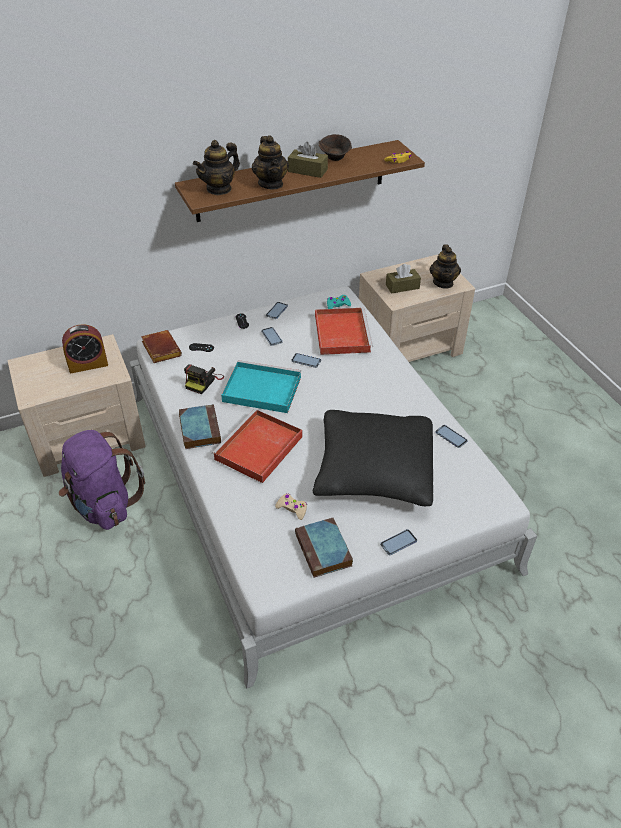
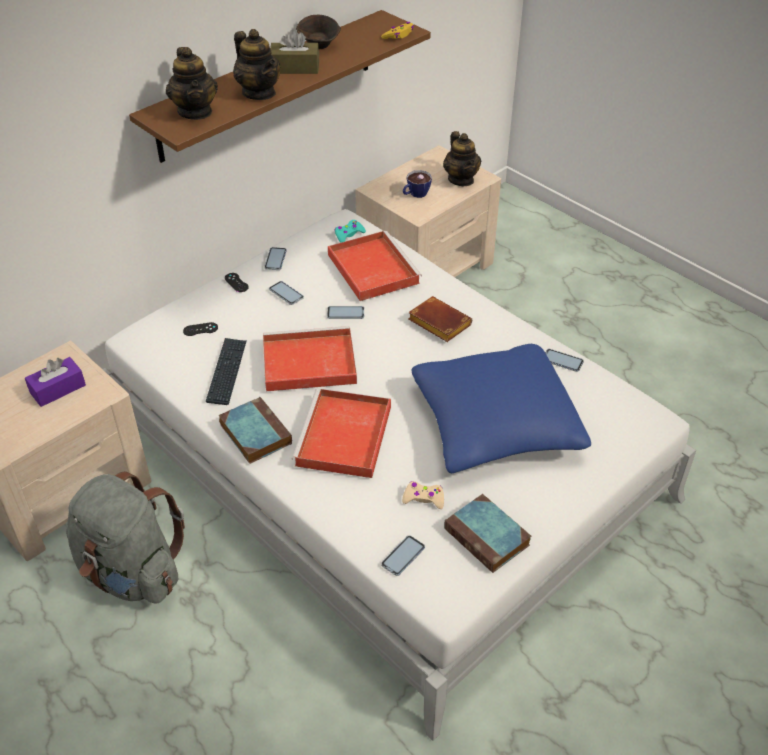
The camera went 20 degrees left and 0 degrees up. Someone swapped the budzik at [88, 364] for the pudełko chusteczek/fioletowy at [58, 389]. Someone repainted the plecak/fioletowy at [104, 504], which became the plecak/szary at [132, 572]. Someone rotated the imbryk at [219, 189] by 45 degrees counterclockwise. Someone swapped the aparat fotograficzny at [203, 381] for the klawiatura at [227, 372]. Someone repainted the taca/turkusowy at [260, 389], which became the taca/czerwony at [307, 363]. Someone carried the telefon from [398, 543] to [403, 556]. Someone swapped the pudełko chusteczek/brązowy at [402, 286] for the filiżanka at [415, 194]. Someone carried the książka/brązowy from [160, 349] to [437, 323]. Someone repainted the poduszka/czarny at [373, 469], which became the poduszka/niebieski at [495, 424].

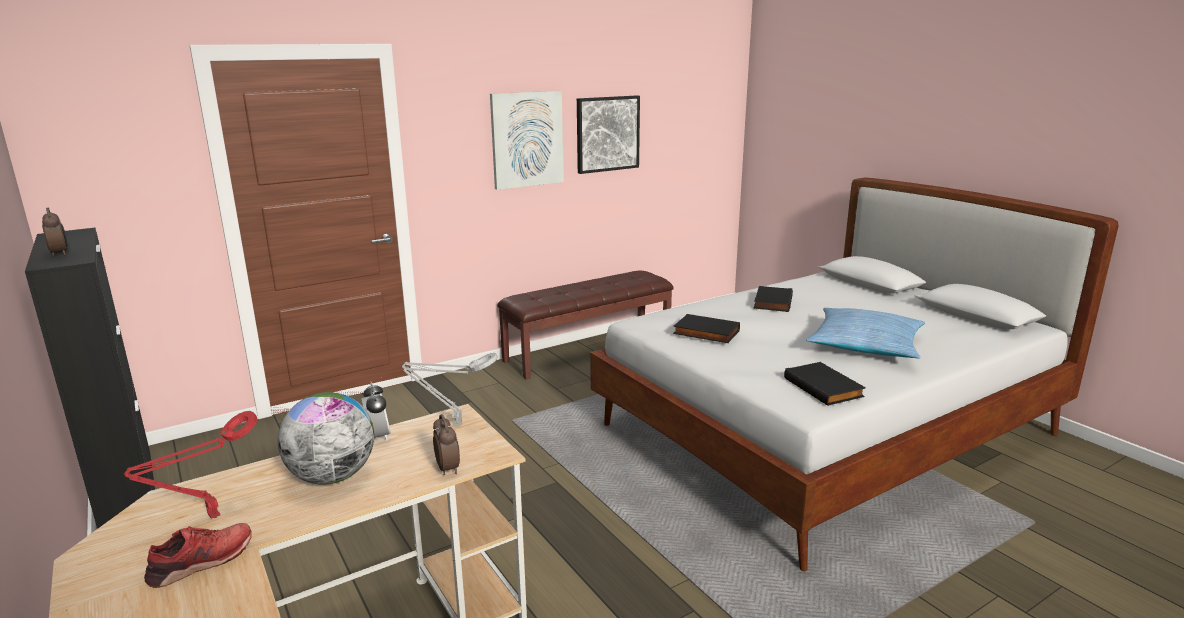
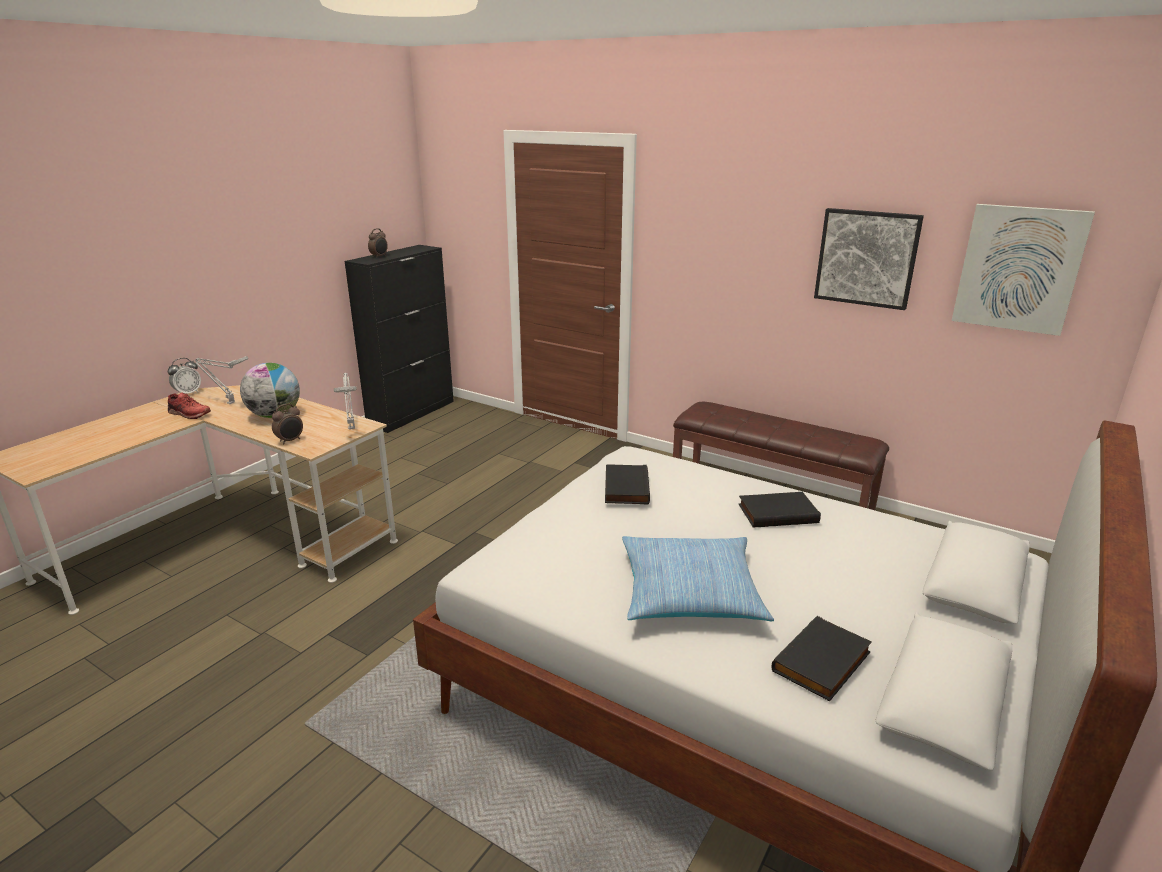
The camera went 65 degrees right and 5 degrees up. Someone carried the budzik from [378, 436] to [188, 393]. Someone repainted the lampa stołowa/czerwony at [210, 517], which became the lampa stołowa/szary at [229, 403]. Someone carried the książka/czarny from [824, 387] to [823, 663]. Someone carried the obraz from [527, 139] to [1018, 268].

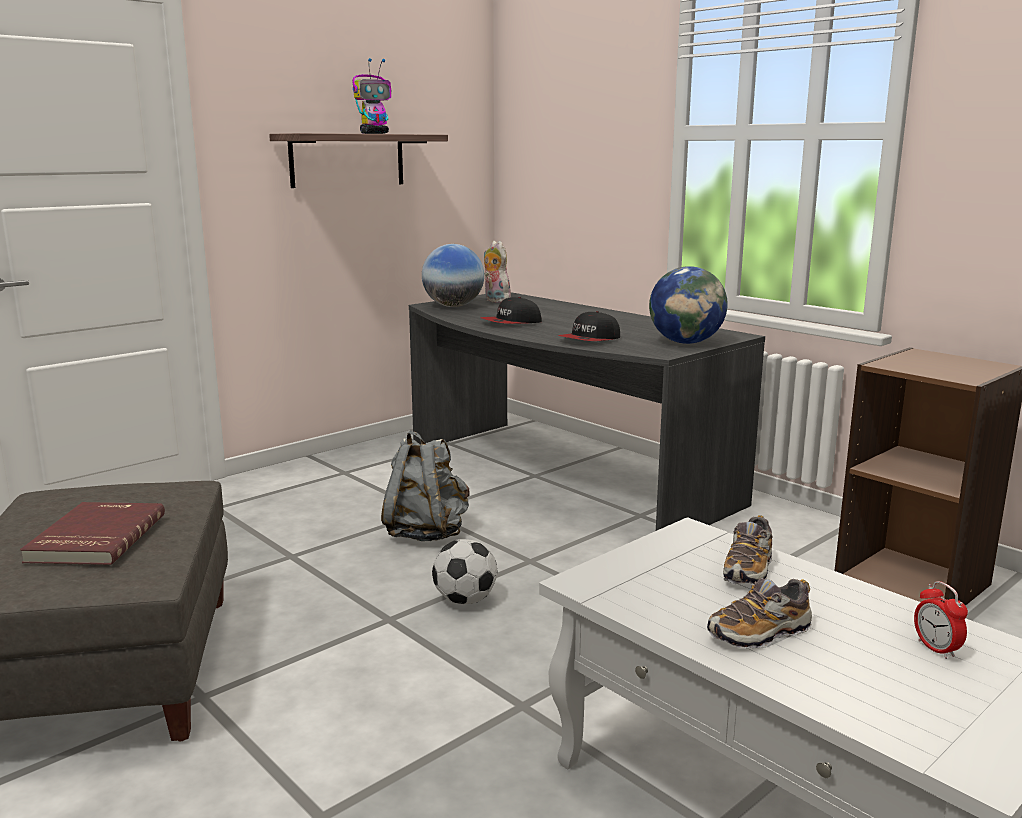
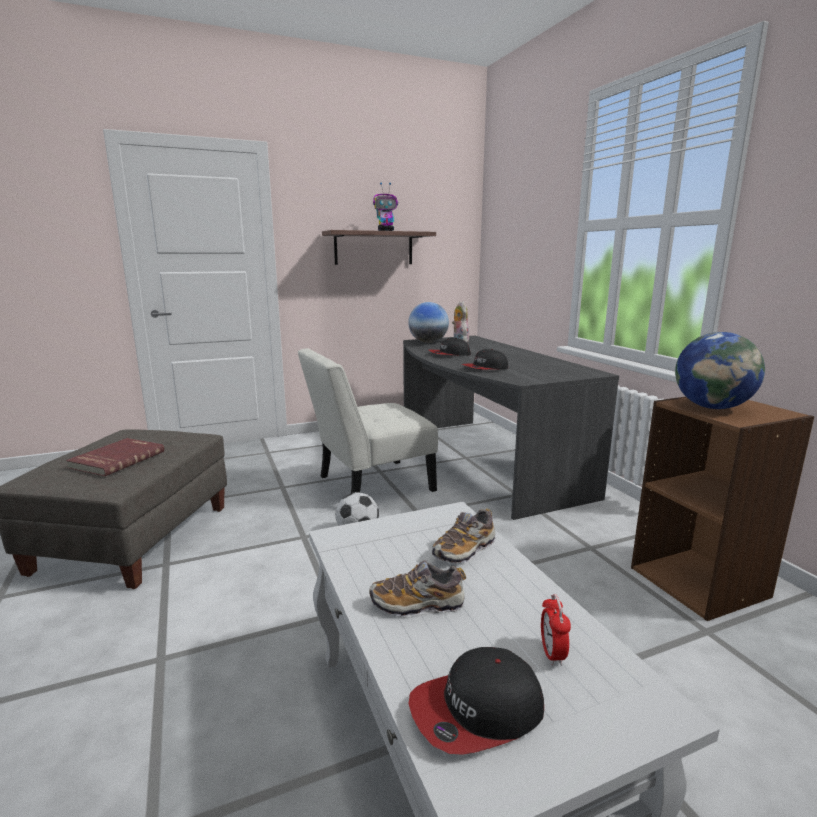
The camera went 20 degrees right and 0 degrees up. Someone swapped the plecak/szary at [426, 533] for the krzesło/biały at [369, 485]. Someone put down the czapka z daszkiem at [477, 711]. Someone carried the globus from [686, 342] to [712, 407].

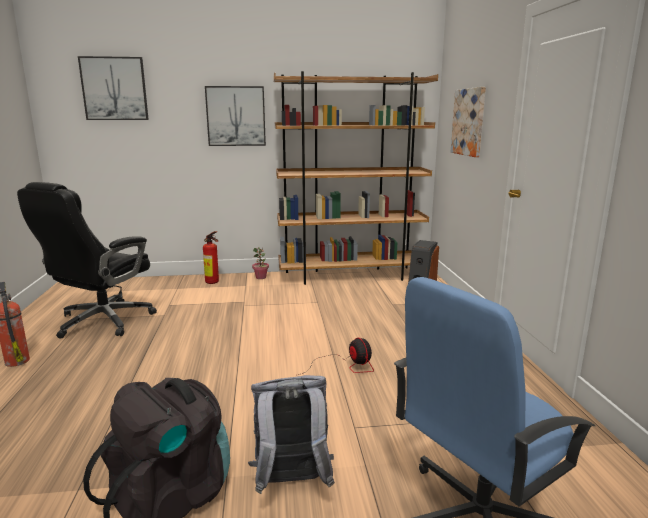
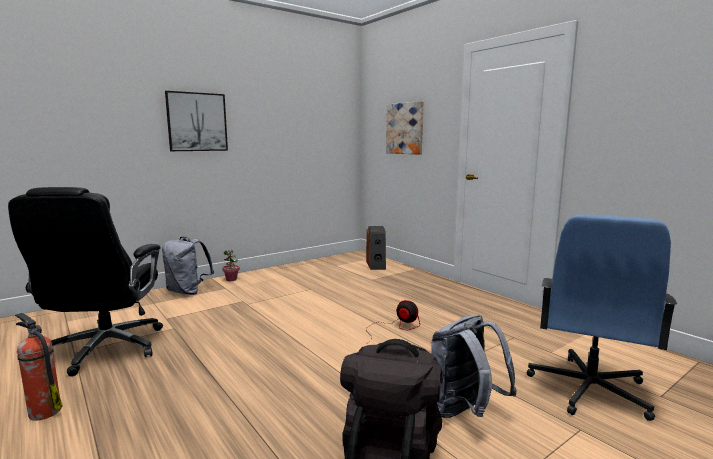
The camera went 30 degrees left and 5 degrees down. Someone swapped the gaśnica at [213, 283] for the plecak/szary at [188, 292]. Someone took away the obraz at [114, 89]. Someone took away the regał/brązowy at [351, 275].

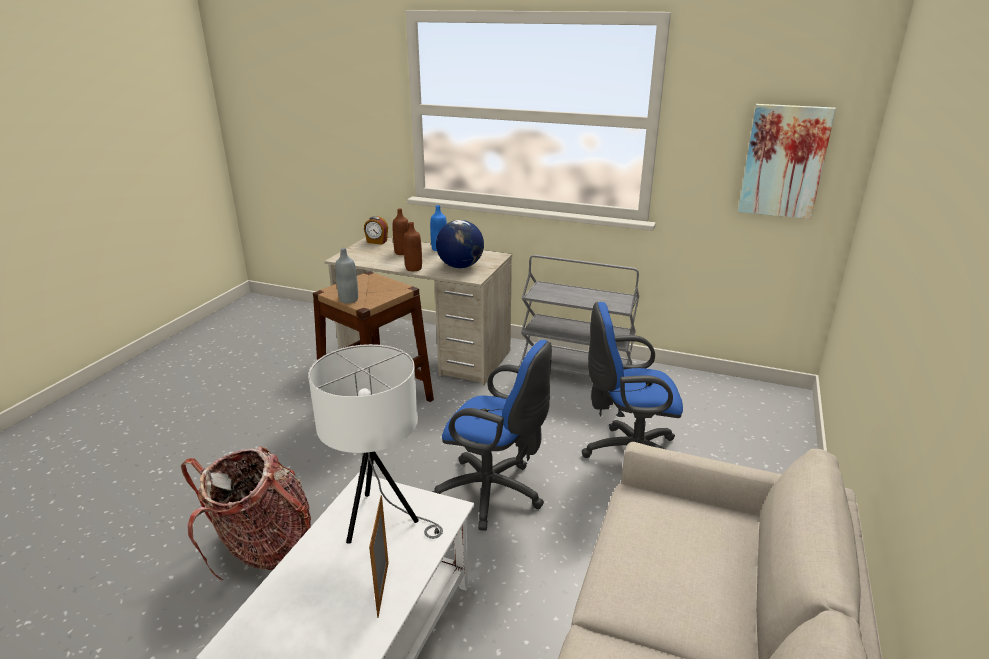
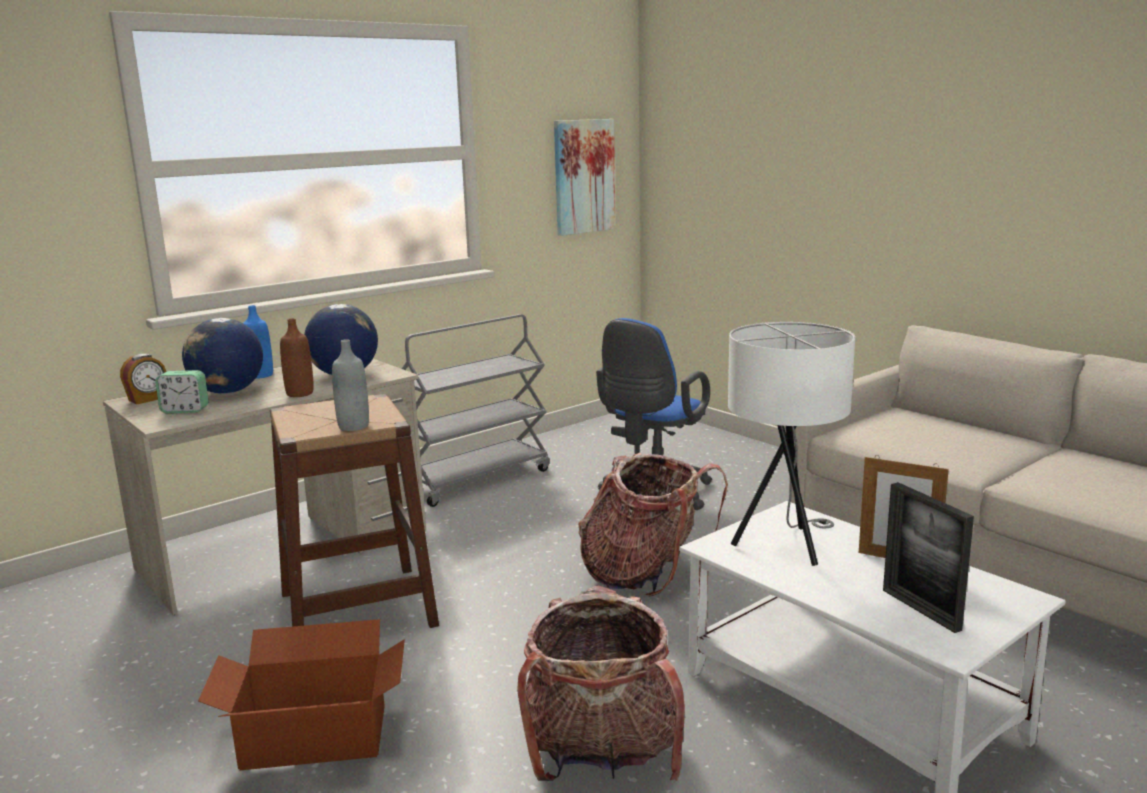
The camera went 60 degrees left and 10 degrees down. Someone put down the budzik at [185, 410]. Someone swapped the butelka/brązowy at [402, 252] for the globus at [227, 392]. Someone put down the karton at [314, 736]. Someone swapped the krzesło biurowe/niebieski at [494, 494] for the plecak at [645, 574]. Someone put down the ramka na zdjęcie at [920, 609].

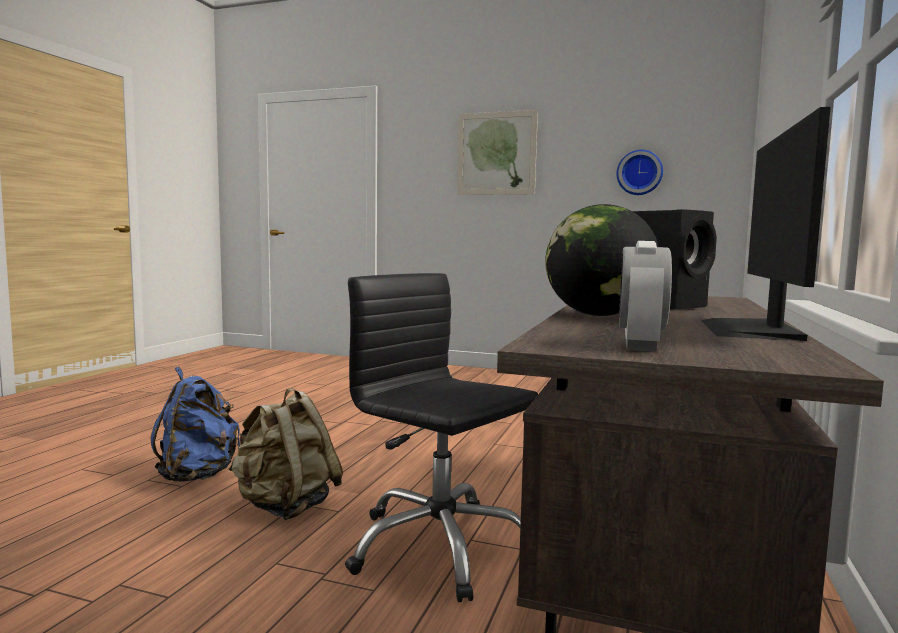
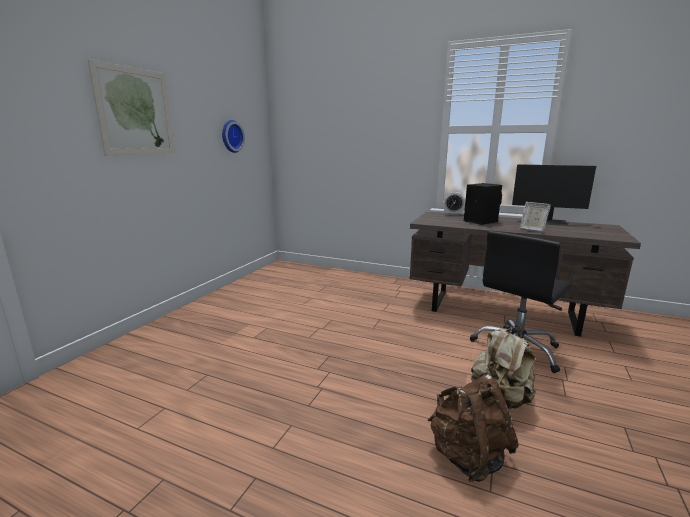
The camera went 85 degrees left and 10 degrees up. Someone repainted the plecak/niebieski at [197, 475], which became the plecak/brązowy at [467, 457]. Someone carried the budzik from [640, 346] to [453, 214]. Someone swapped the globus at [598, 315] for the ramka na zdjęcie at [532, 230].

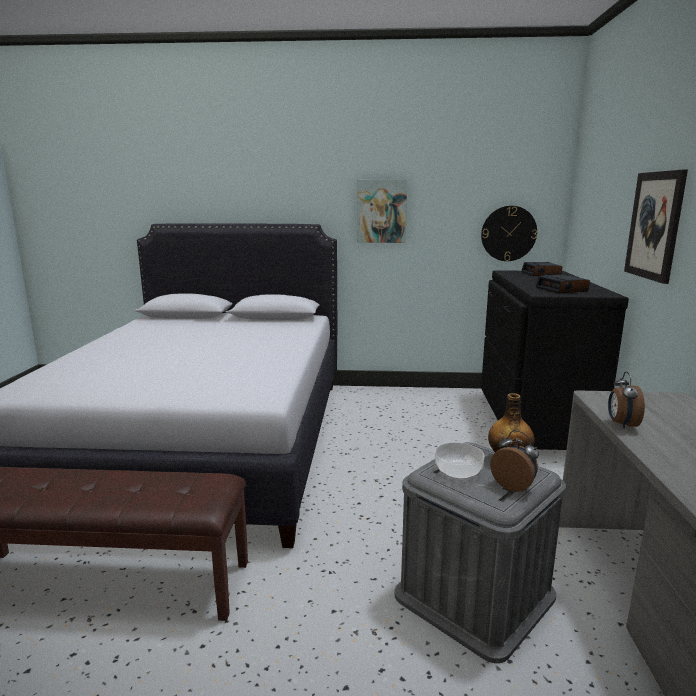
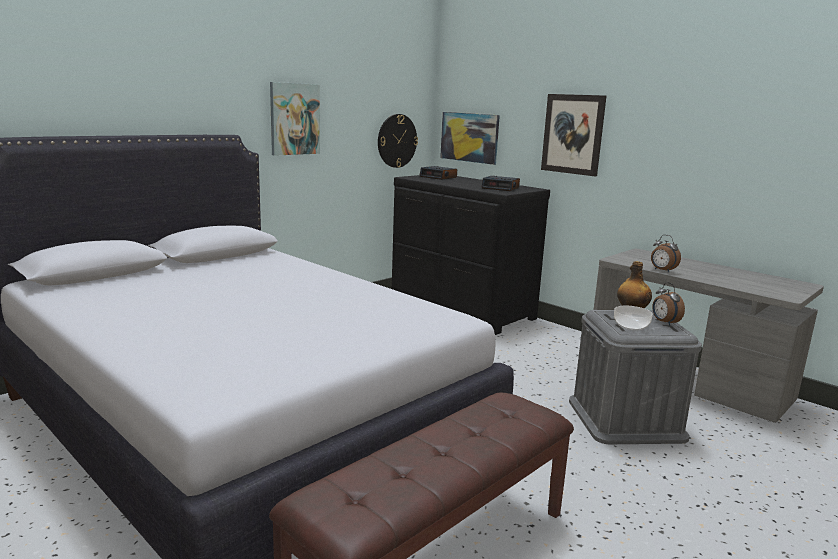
The camera went 50 degrees left and 0 degrees up. Someone put up the obraz at [469, 137]. Someone rotated the budzik at [514, 486] by 105 degrees counterclockwise.

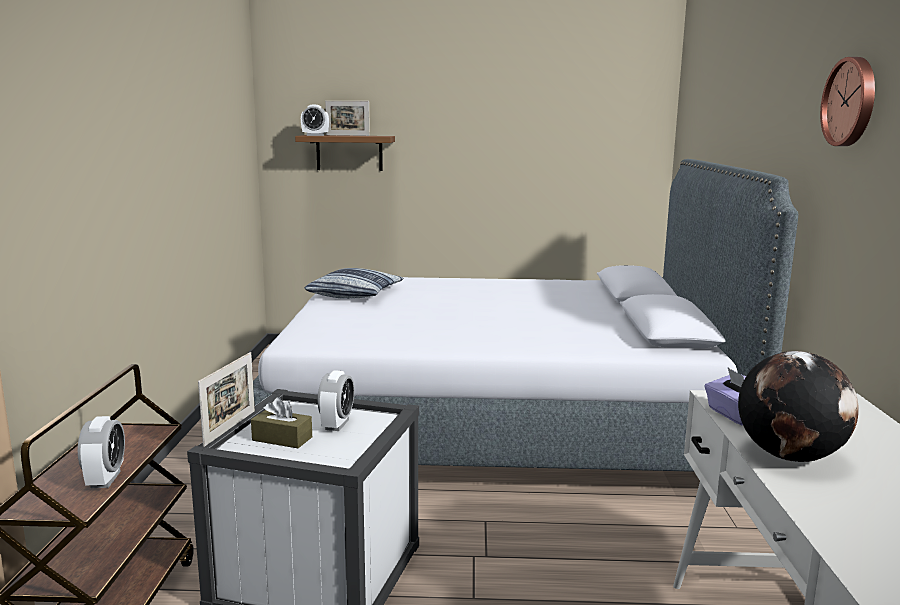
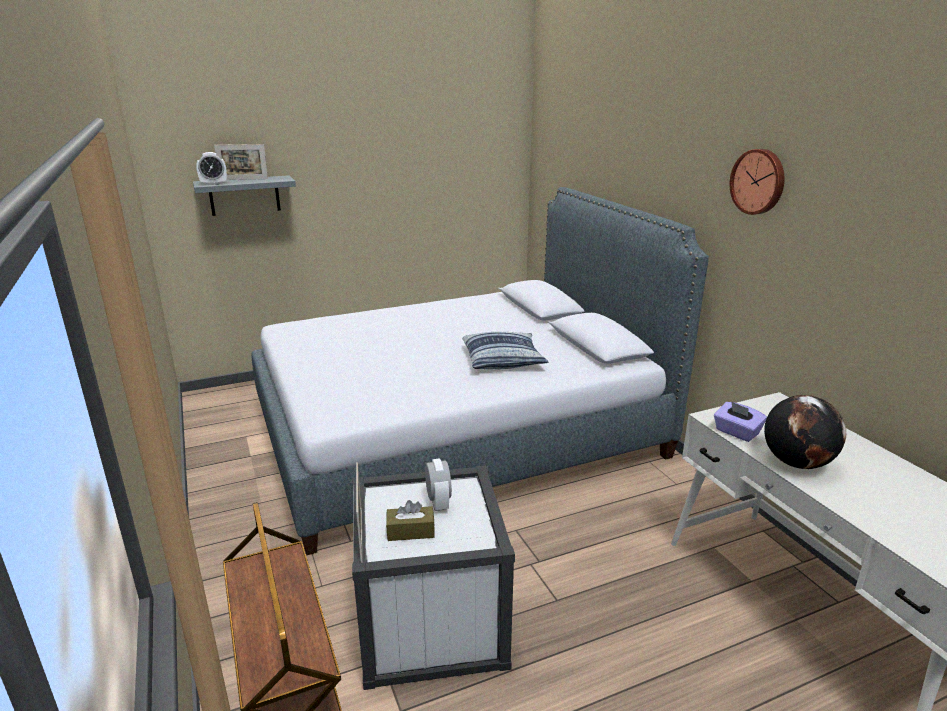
The camera went 25 degrees left and 10 degrees up. Someone repainted the półka/brązowy at [349, 153], which became the półka/szary at [244, 195]. Someone carried the poduszka from [355, 294] to [503, 359]. Someone took away the budzik at [105, 479].

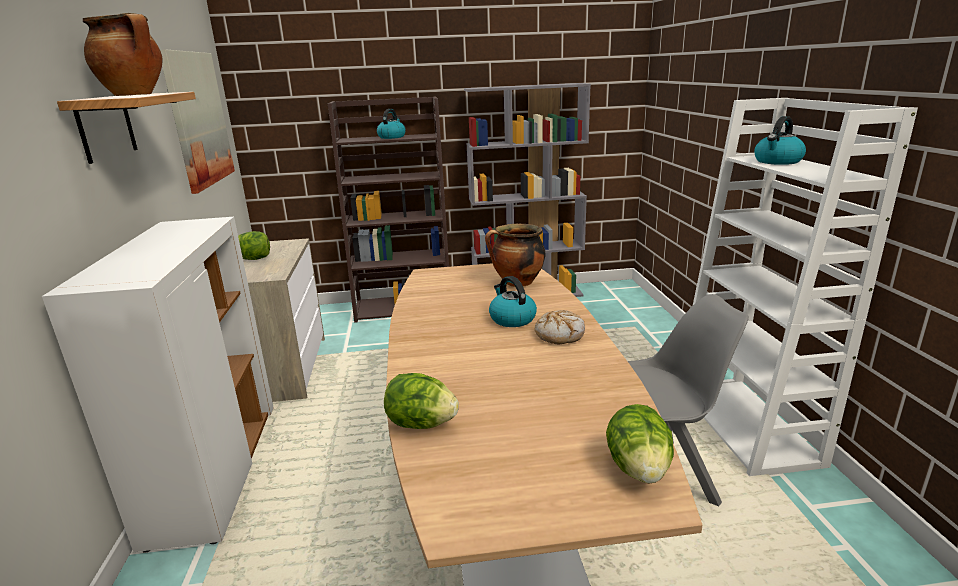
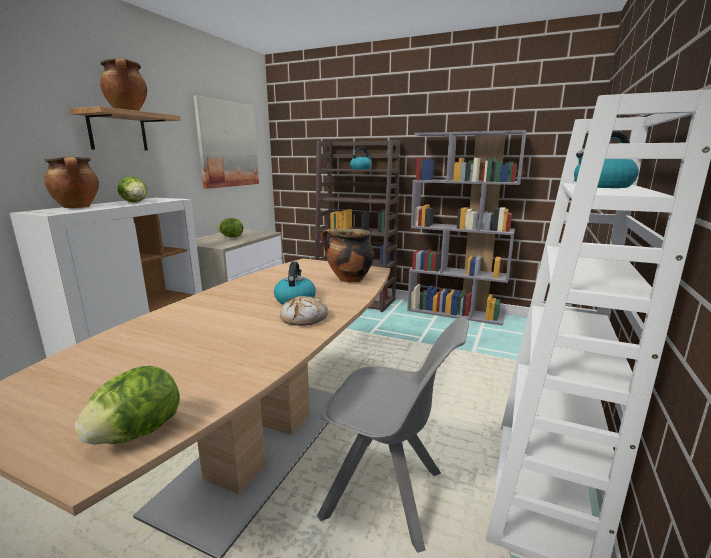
The camera went 30 degrees right and 5 degrees down. Someone put down the garnek at [78, 207]. Someone carried the sałata from [421, 424] to [135, 202].

